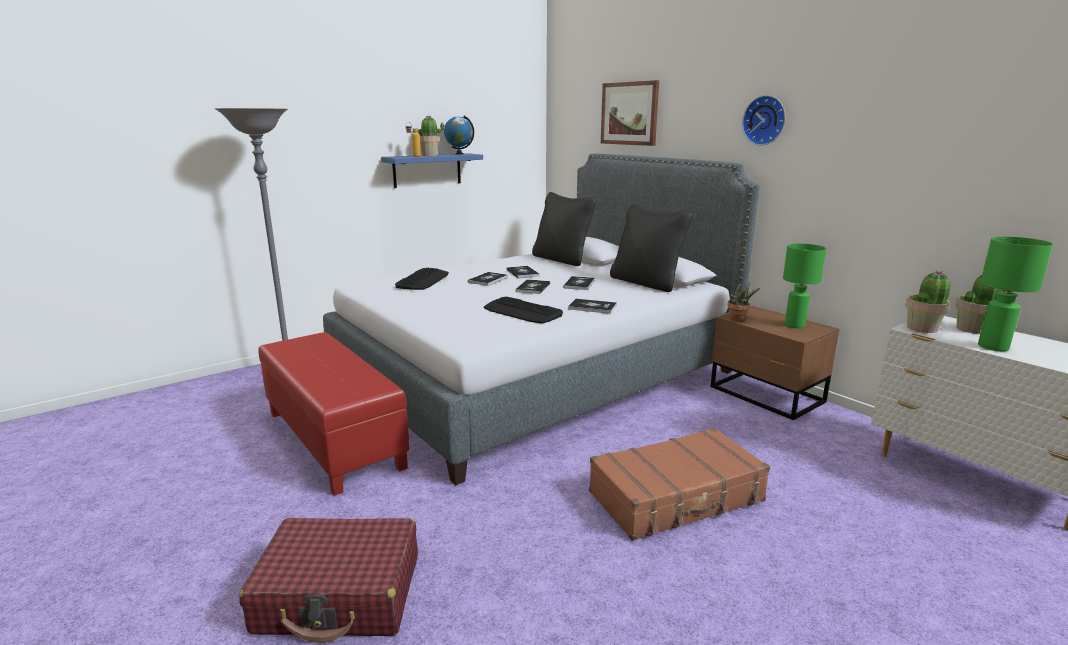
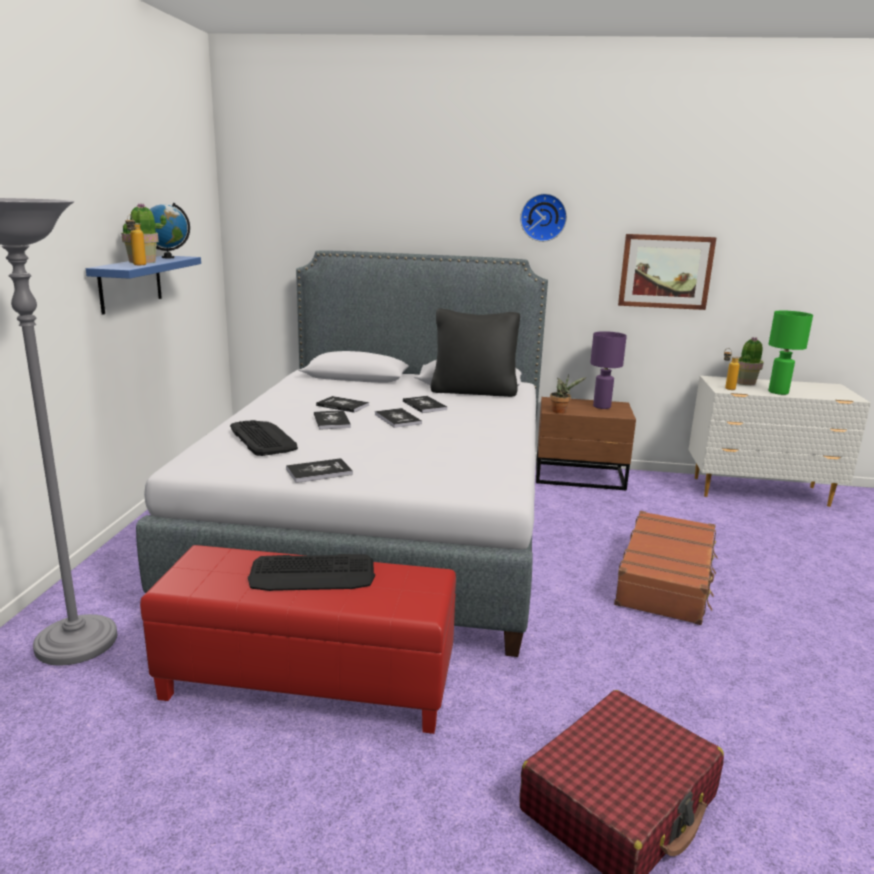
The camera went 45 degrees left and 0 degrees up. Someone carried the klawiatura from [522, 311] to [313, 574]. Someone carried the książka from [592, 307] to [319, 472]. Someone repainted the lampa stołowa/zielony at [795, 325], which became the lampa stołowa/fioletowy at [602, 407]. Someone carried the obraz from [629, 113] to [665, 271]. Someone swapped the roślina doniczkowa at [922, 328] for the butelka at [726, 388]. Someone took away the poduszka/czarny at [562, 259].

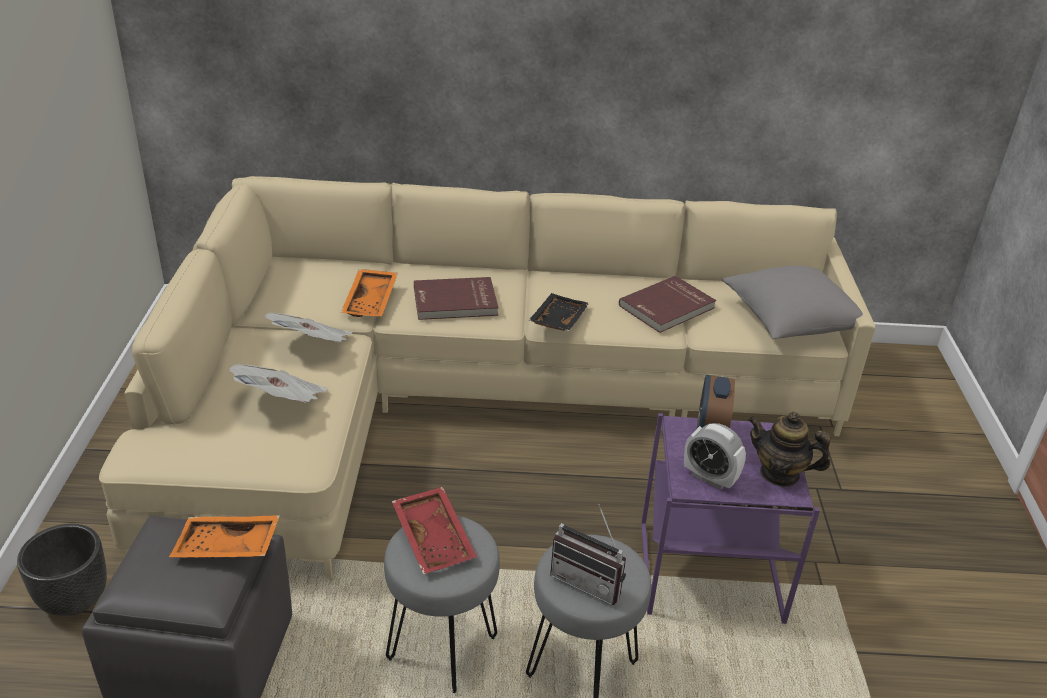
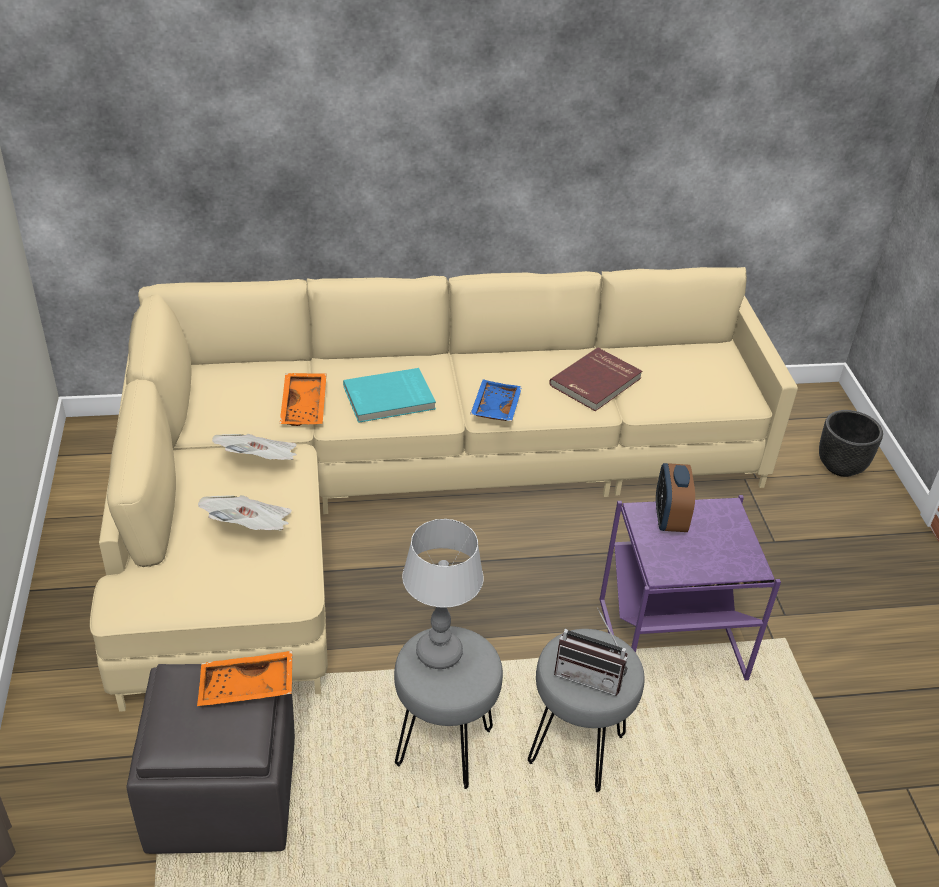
The camera went 10 degrees left and 5 degrees up. Someone repainted the książka/czerwony at [455, 302], which became the książka/turkusowy at [389, 399]. Someone swapped the taca/czerwony at [435, 538] for the lampa stołowa at [439, 652]. Someone repainted the taca/czarny at [557, 320], which became the taca/niebieski at [494, 408]. Someone carried the donica/czarny from [73, 599] to [839, 466]. Someone took away the budzik at [709, 478]. Someone took away the poduszka/szary at [791, 322]. Someone took away the imbryk at [780, 474].

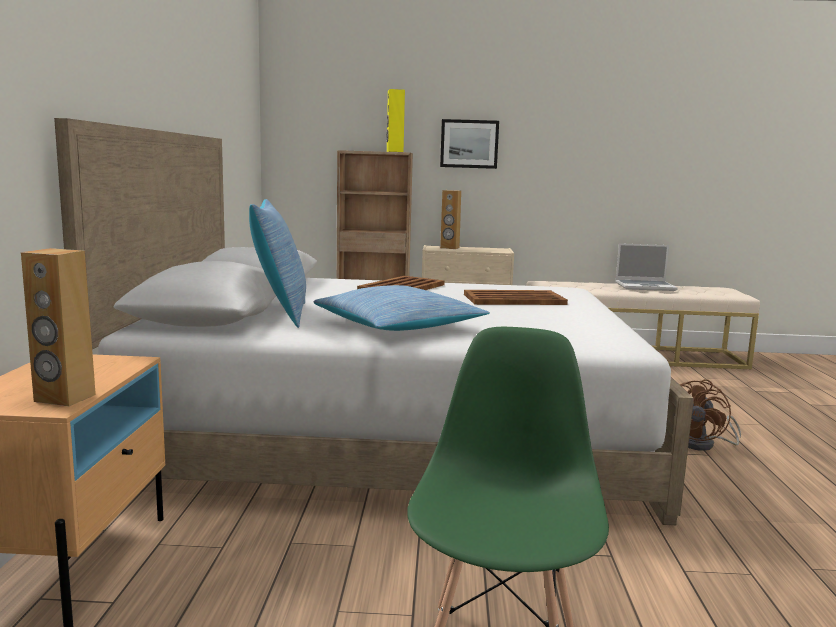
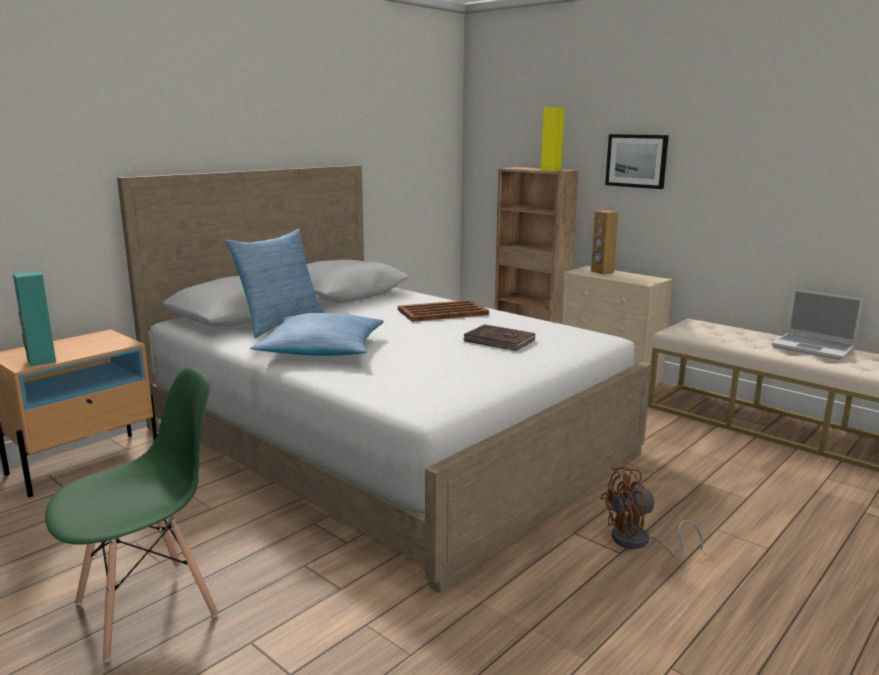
The camera went 40 degrees right and 5 degrees up. Someone repainted the głośnik/brązowy at [64, 398], which became the głośnik/turkusowy at [41, 361]. Someone swapped the taca/brązowy at [515, 299] for the książka/brązowy at [499, 341].

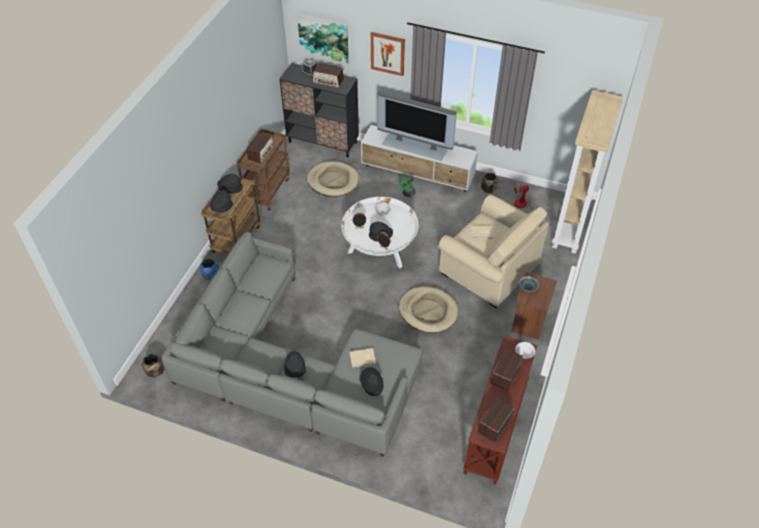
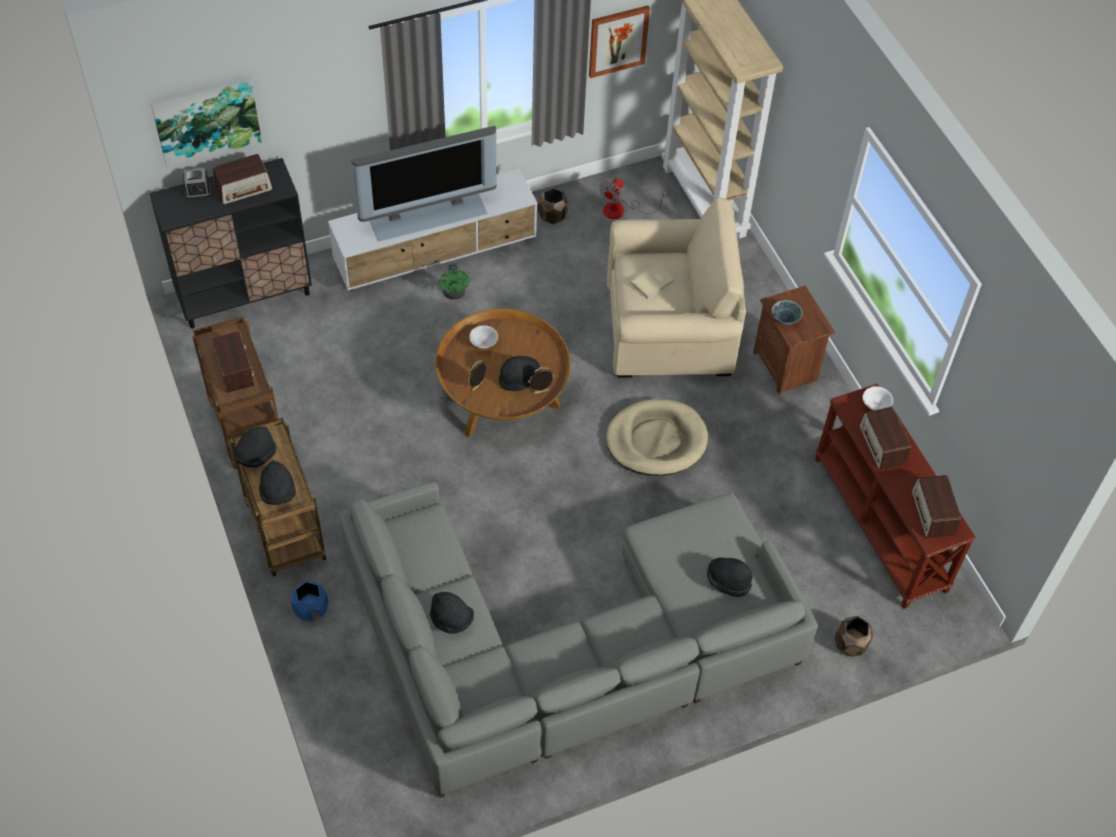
The camera went 45 degrees left and 5 degrees up. Someone carried the kapelusz/czarny from [295, 370] to [451, 619]. Someone repainted the ława/biały at [379, 248], which became the ława/brązowy at [503, 399]. Someone carried the obraz from [387, 53] to [618, 40]. Someone carried the donica/brązowy from [155, 371] to [850, 644]. Someone took away the legowisko/beżowy at [333, 181]. Someone took away the książka/beżowy at [363, 358].

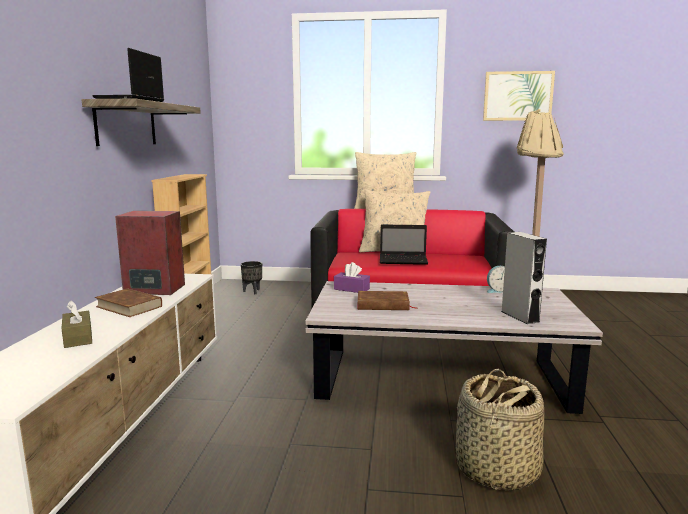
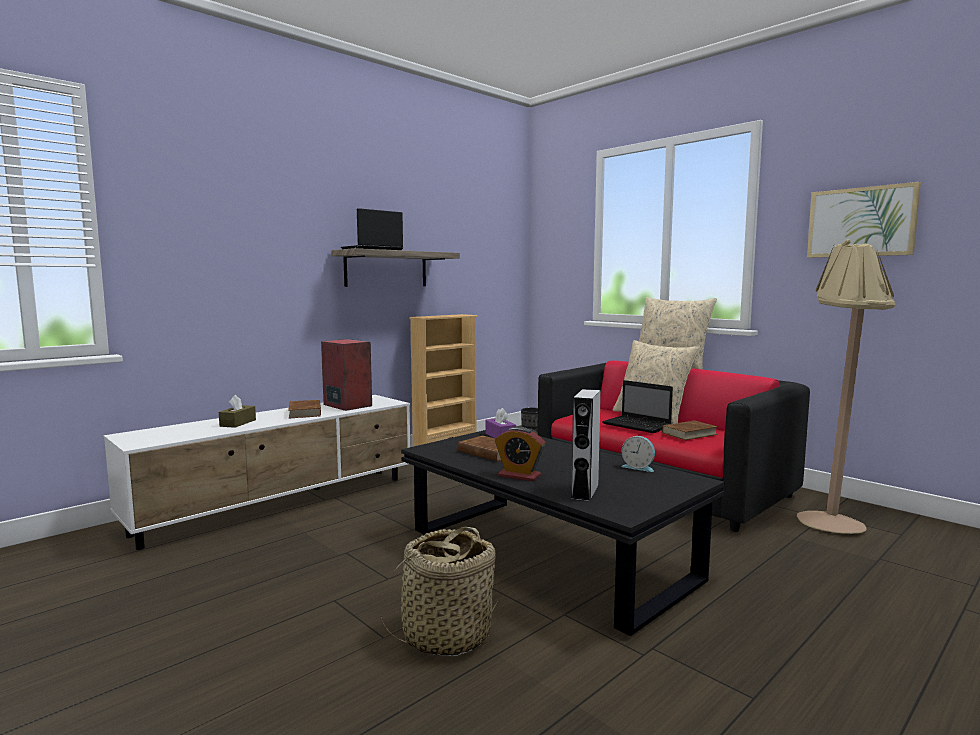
The camera went 40 degrees right and 5 degrees down. Someone repainted the ława/biały at [441, 381], which became the ława/czarny at [548, 556]. Someone put down the budzik at [519, 476]. Someone put down the książka/brązowy at [689, 434].

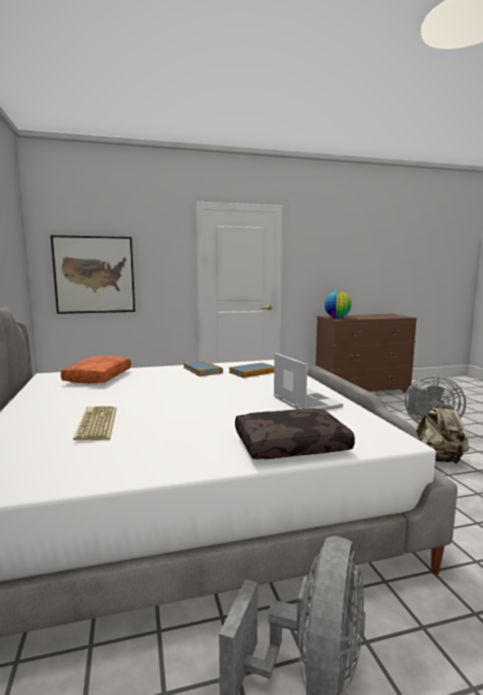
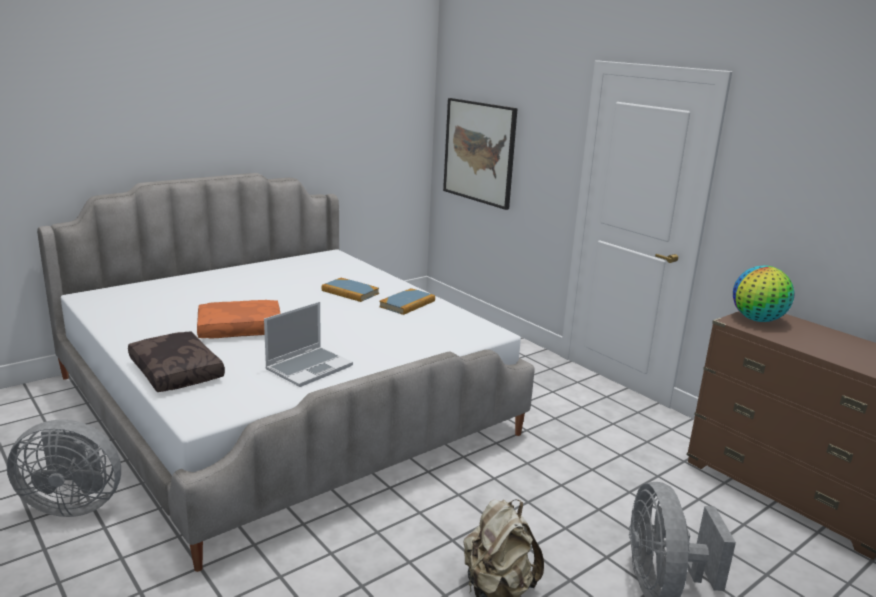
The camera went 65 degrees right and 10 degrees up. Someone carried the poduszka/pomarańczowy from [98, 377] to [241, 328]. Someone carried the książka from [253, 372] to [350, 292]. Someone took away the klawiatura at [95, 423].

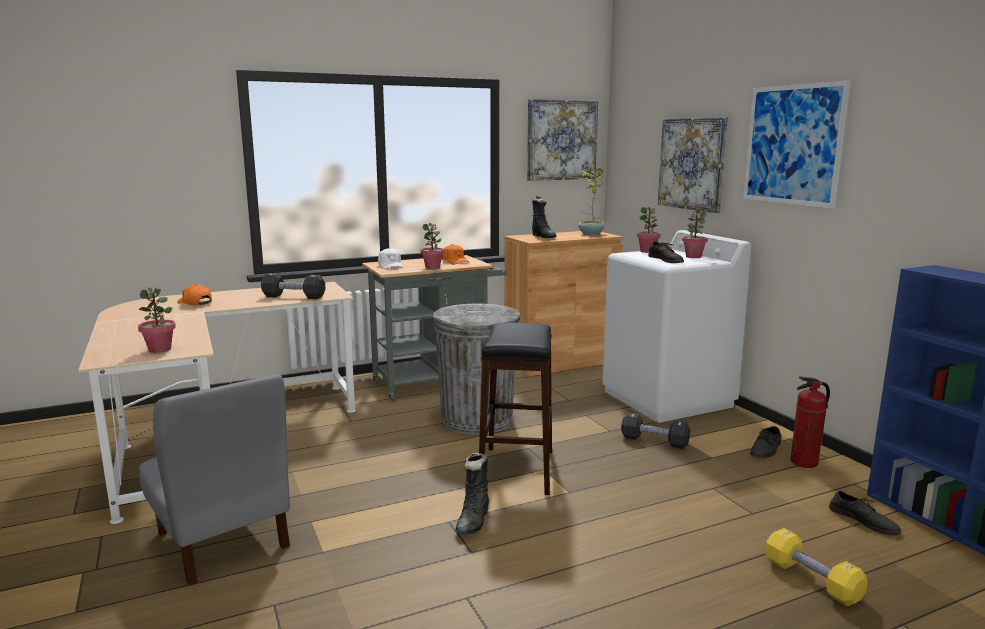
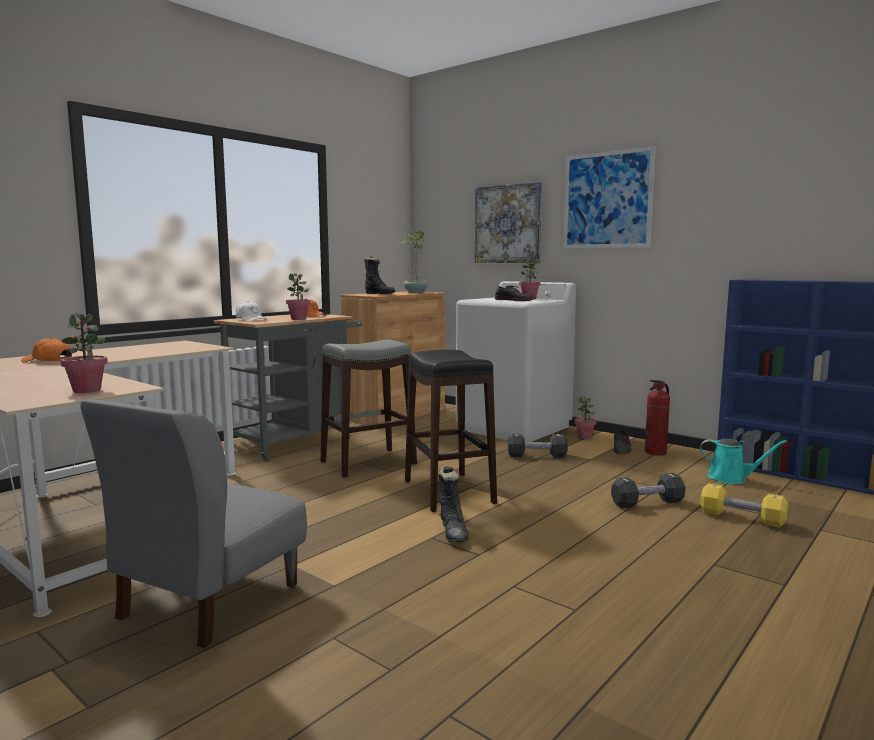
The camera went 25 degrees left and 5 degrees down. Someone rotated the krzesło/szary at [222, 540] by 90 degrees clockwise. Someone swapped the kosz na śmieci/szary at [477, 419] for the stołek/szary at [368, 462]. Someone carried the roślina doniczkowa from [647, 251] to [584, 437]. Someone carried the hantel/czarny from [294, 297] to [647, 503]. Someone swapped the but/szary at [863, 520] for the konewka/turkusowy at [731, 478]. Someone took away the obraz at [561, 140].

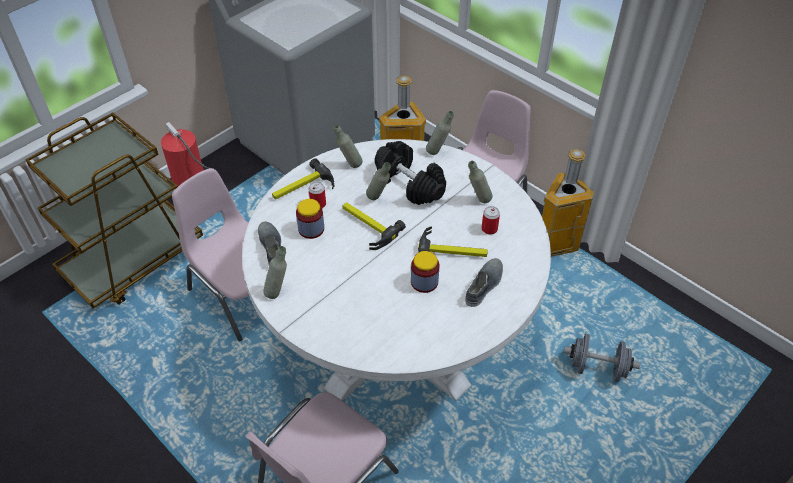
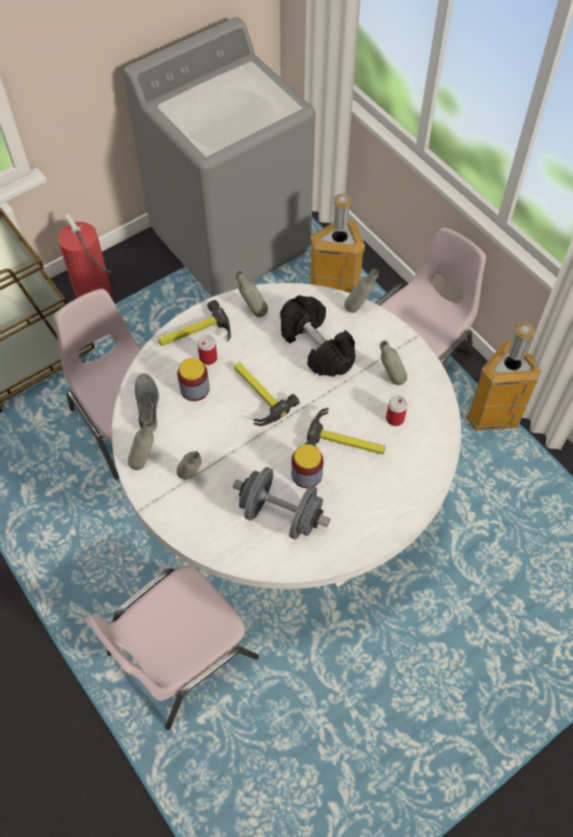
The camera went 10 degrees right and 10 degrees up. Someone carried the butelka/szary from [378, 199] to [192, 478]. Someone carried the hantel/szary from [597, 368] to [281, 514]. Someone took away the but/szary at [484, 285].

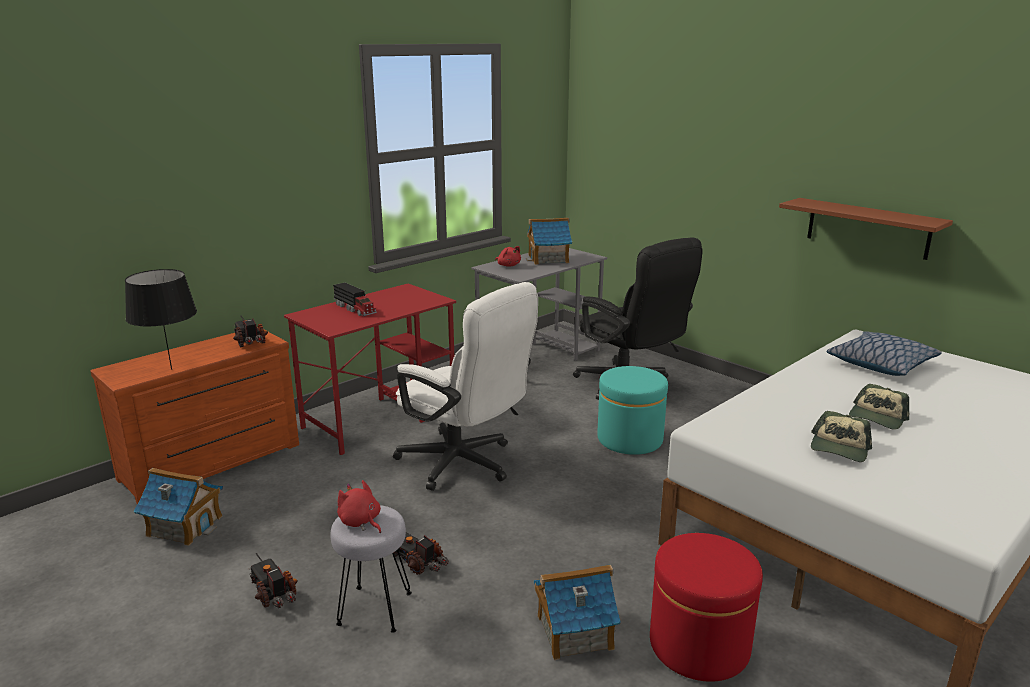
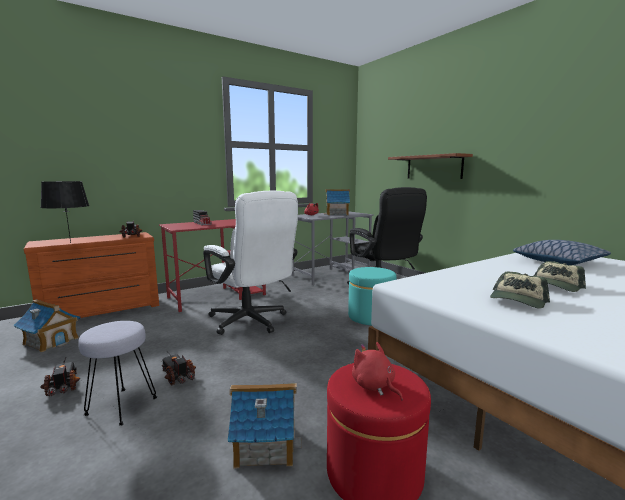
The camera went 10 degrees right and 10 degrees down. Someone carried the pluszak/czerwony from [360, 522] to [374, 386]. Someone carried the półka/brązowy from [867, 228] to [434, 167].

